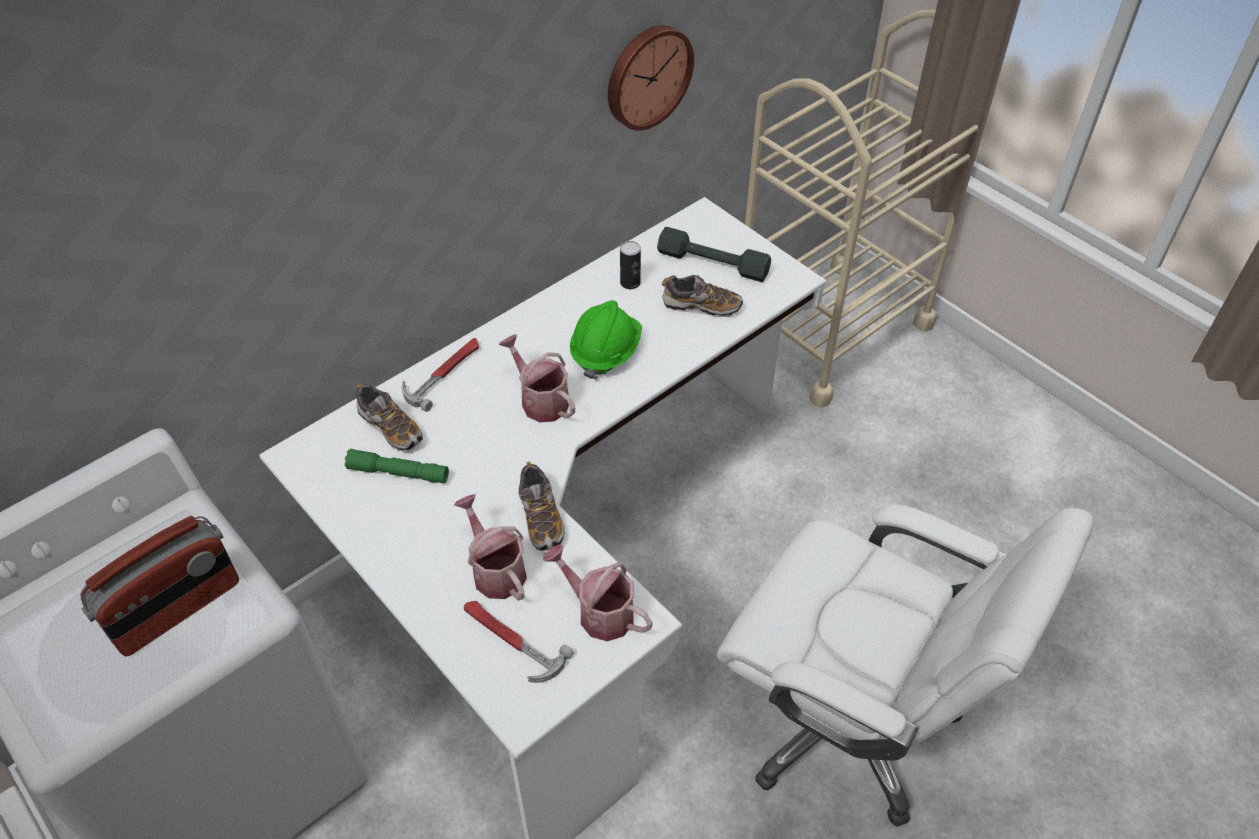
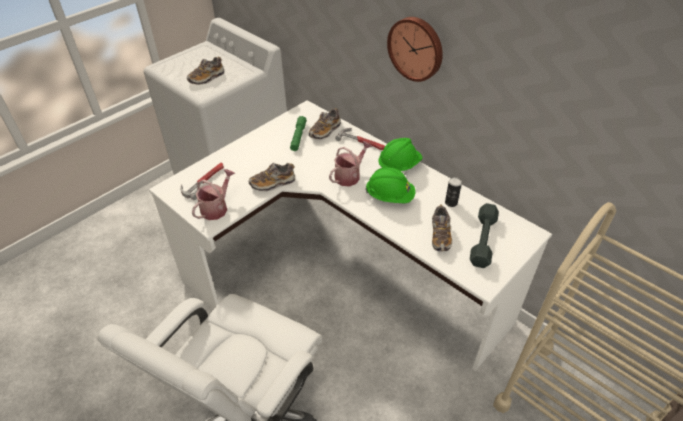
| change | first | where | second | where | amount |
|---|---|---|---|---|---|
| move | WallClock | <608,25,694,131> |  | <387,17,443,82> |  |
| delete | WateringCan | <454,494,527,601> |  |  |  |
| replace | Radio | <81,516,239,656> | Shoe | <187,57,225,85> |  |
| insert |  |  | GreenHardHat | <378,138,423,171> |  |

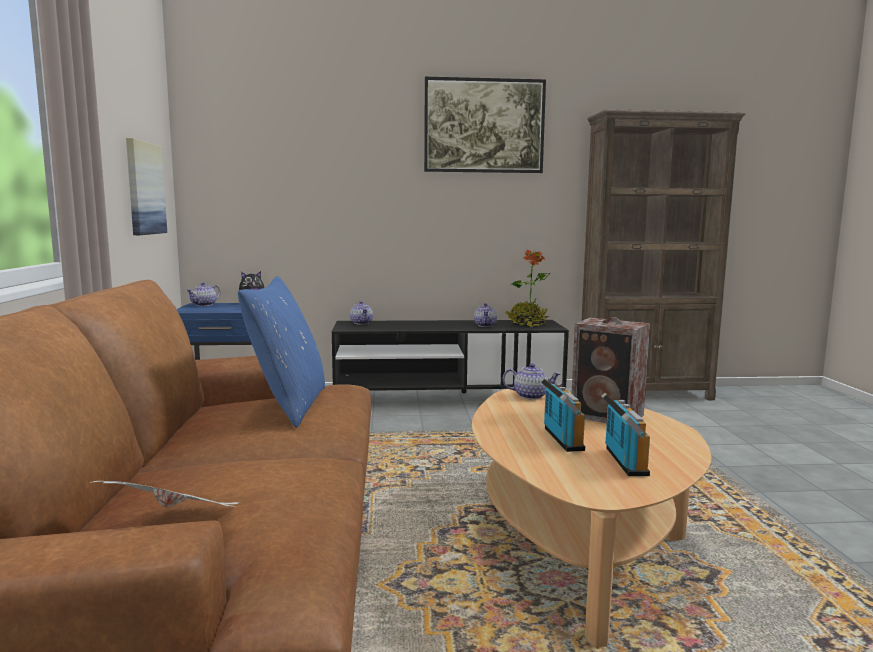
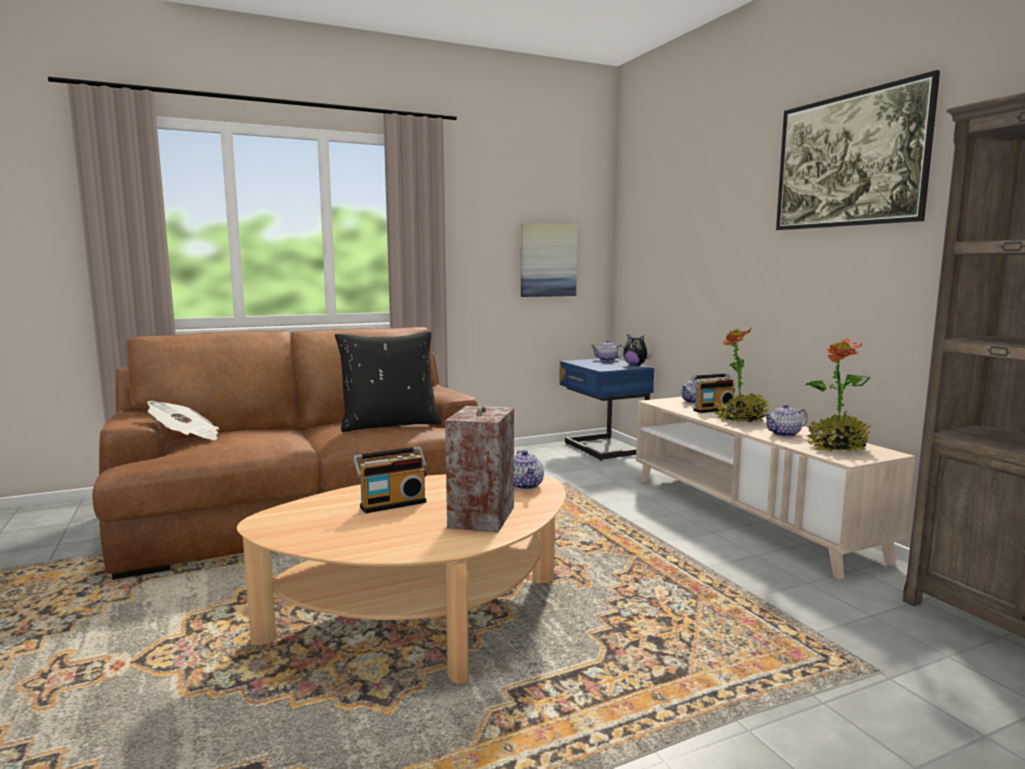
| change | first | where | second | where | amount |
|---|---|---|---|---|---|
| recolor | BluePillow | <238,276,325,428> | BlackPillow | <335,331,442,432> |  |
| recolor | BlackTvStand | <332,320,569,393> | BeigeTvStand | <636,397,915,580> |  |
| move | Radio | <602,393,650,476> |  | <691,373,735,413> |  |
| insert |  |  | PottedPlant | <713,327,770,423> |  |

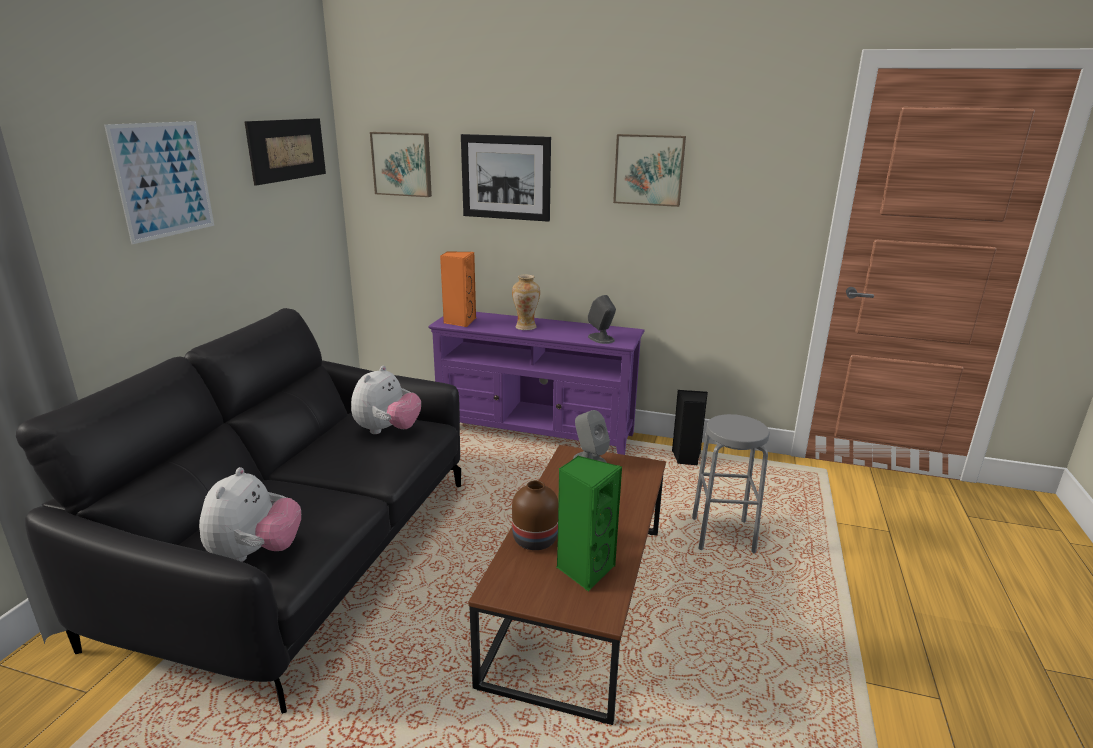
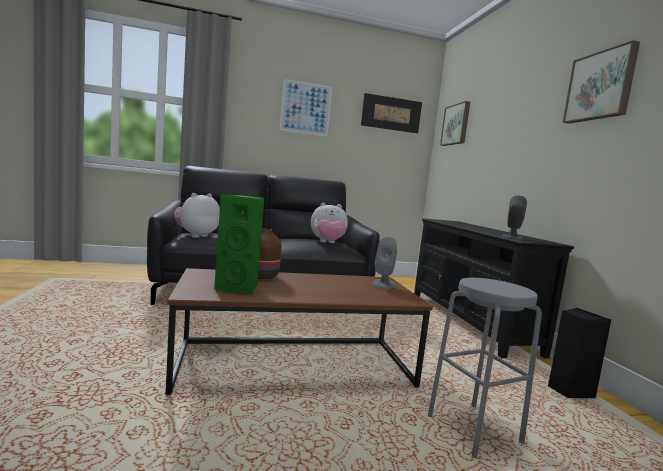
| change | first | where | second | where | amount |
|---|---|---|---|---|---|
| delete | Picture | <461,134,551,222> |  |  |  |
| delete | OrangeSpeaker | <440,251,476,327> |  |  |  |
| delete | Vase | <512,275,540,330> |  |  |  |
| recolor | PurpleTvStand | <428,312,645,455> | BlackTvStand | <414,218,574,358> |  |
| rotate | PlushToy | <199,467,301,562> |  | <173,193,220,238> | 150 degrees clockwise |

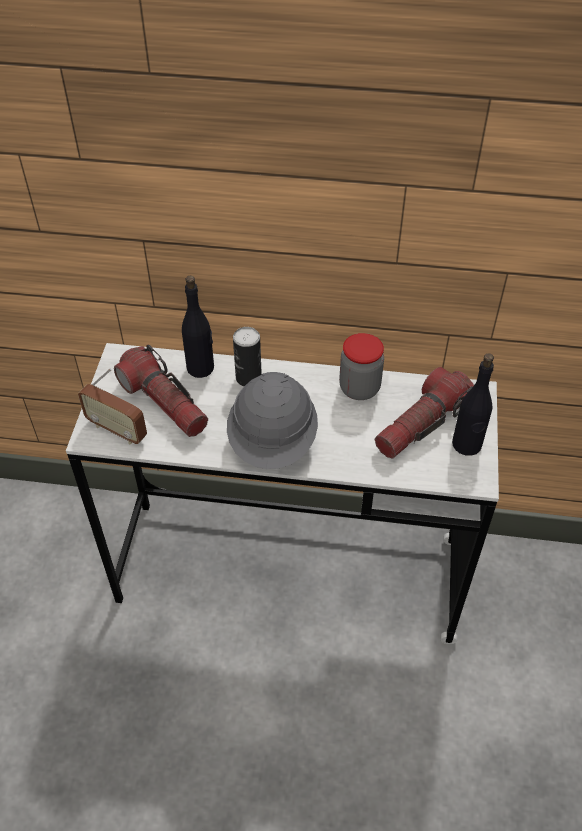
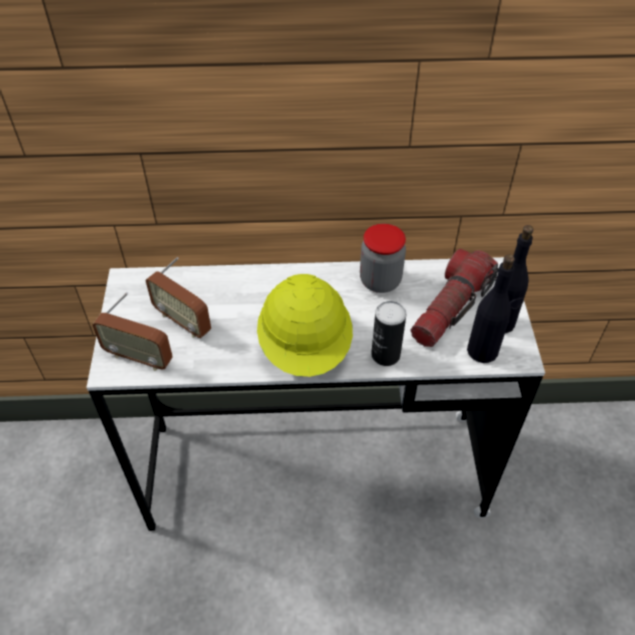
| change | first | where | second | where | amount |
|---|---|---|---|---|---|
| move | BlackBottle | <182,276,214,378> |  | <467,255,515,363> |  |
| move | Can | <233,327,262,386> |  | <371,301,406,366> |  |
| replace | Flashlight | <114,344,208,437> | Radio | <146,257,211,338> |  |
| recolor | GreyHardHat | <227,372,318,469> | YellowHardHat | <257,274,353,377> |  |

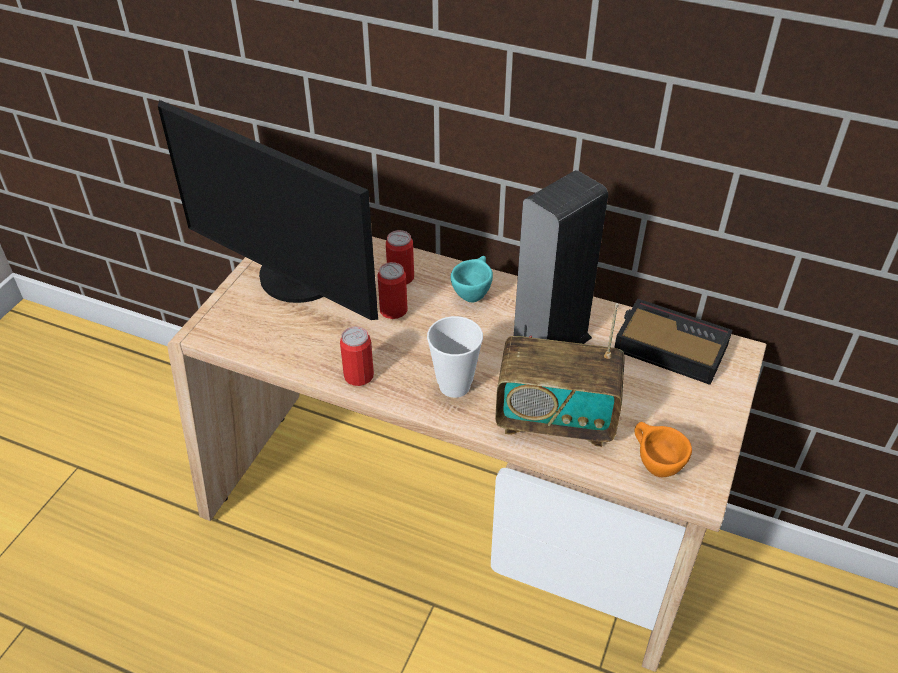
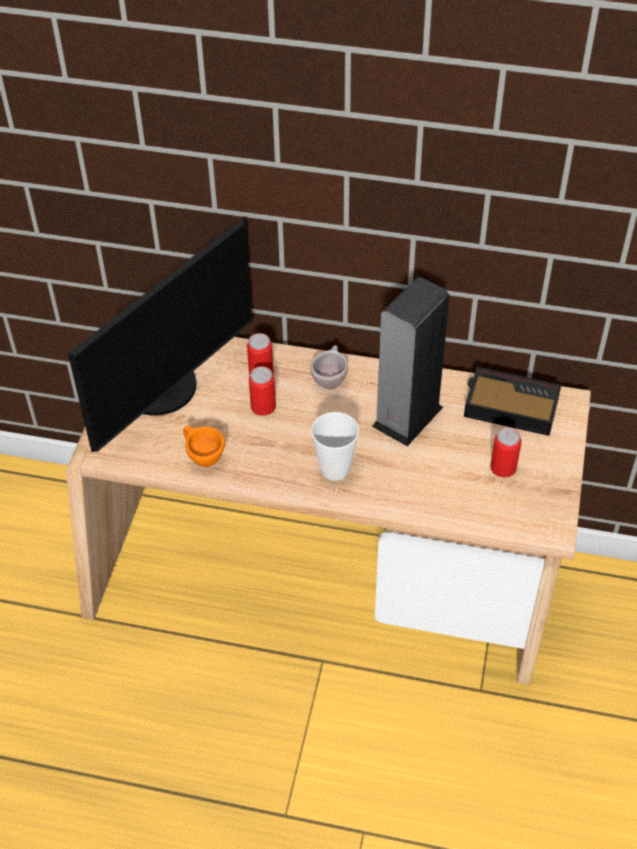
| change | first | where | second | where | amount |
|---|---|---|---|---|---|
| rotate | Monitor | <158,100,378,320> |  | <68,218,252,452> | 75 degrees counterclockwise |
| recolor | TurquoiseCup | <451,256,493,302> | BeigeCup | <310,345,348,389> |  |
| delete | Radio | <495,303,625,447> |  |  |  |
| move | Can | <340,326,374,386> |  | <490,427,522,477> |  |
| move | OrangeCup | <635,422,692,477> |  | <183,426,225,467> |  |

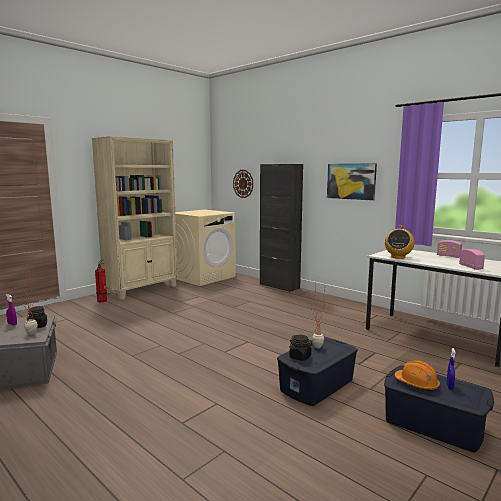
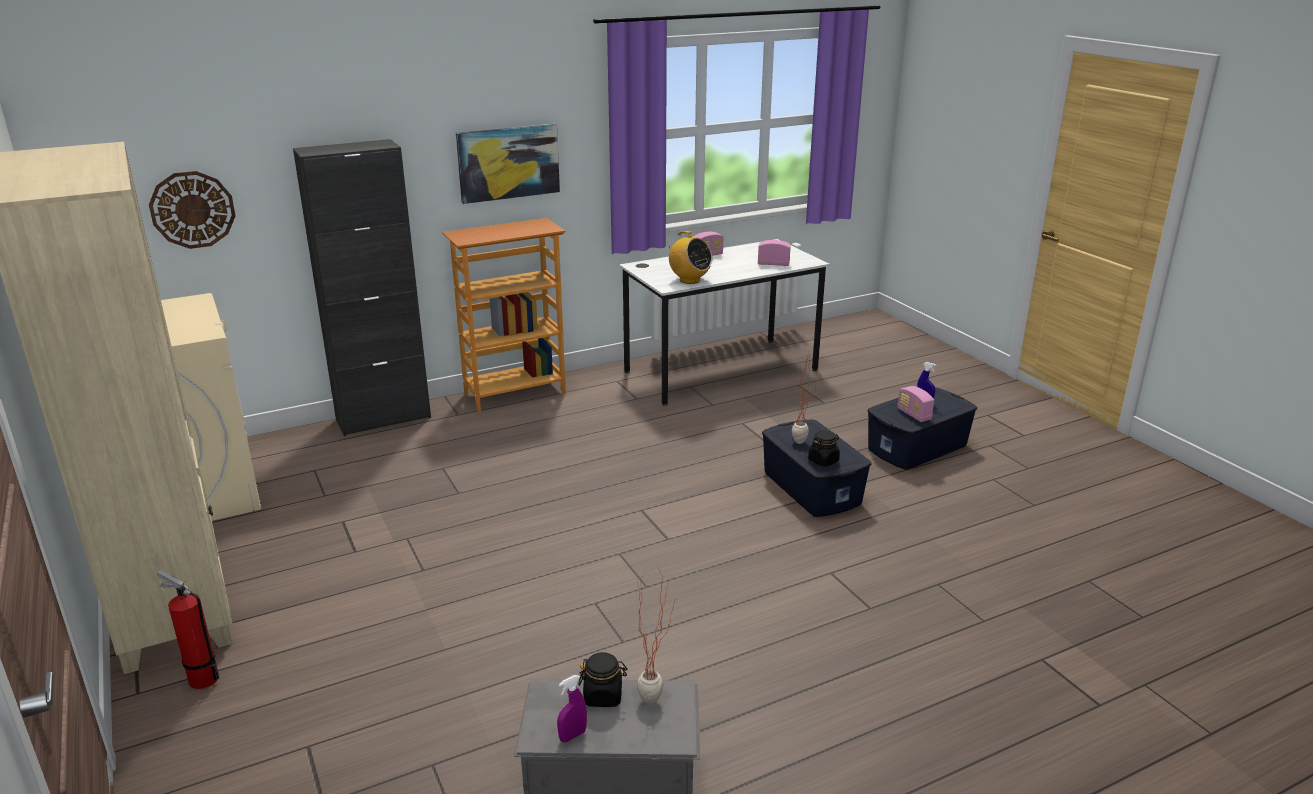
| change | first | where | second | where | amount |
|---|---|---|---|---|---|
| replace | OrangeHardHat | <395,360,440,391> | Radio | <898,386,934,422> |  |
| insert |  |  | Bookcase | <442,218,566,412> |  |

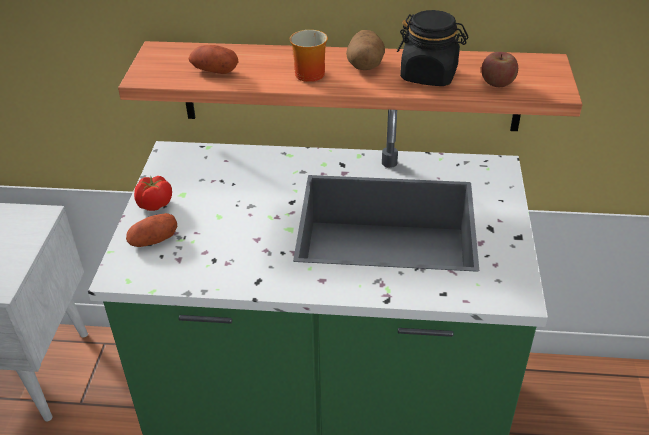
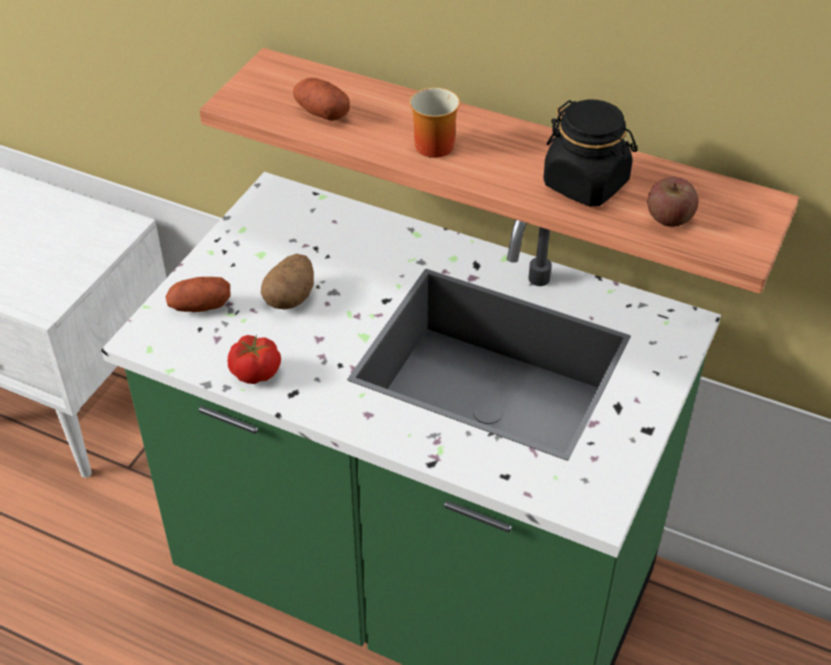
| change | first | where | second | where | amount |
|---|---|---|---|---|---|
| move | Potato | <346,30,385,70> |  | <261,254,314,309> |  |
| move | Tomato | <134,176,172,211> |  | <228,335,281,384> |  |

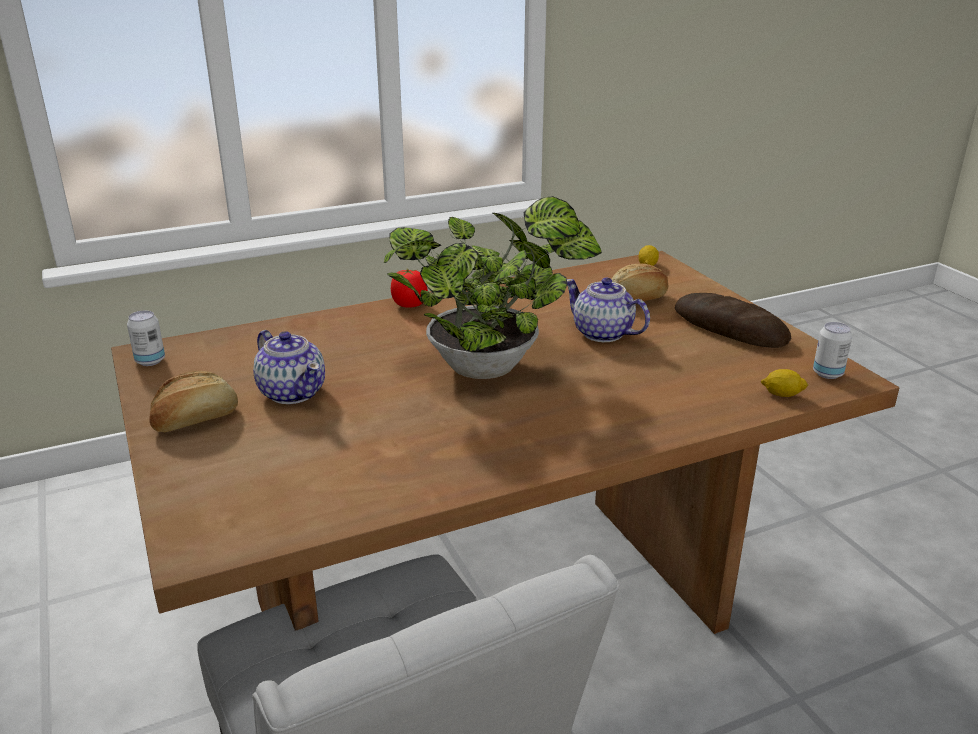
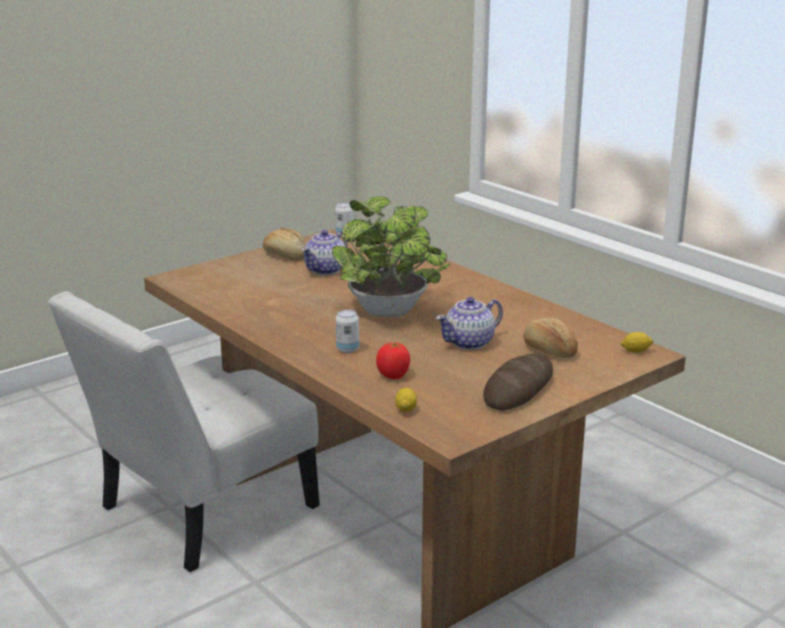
| change | first | where | second | where | amount |
|---|---|---|---|---|---|
| move | Tomato | <391,268,428,308> |  | <376,342,410,379> |  |
| rotate | Teapot | <567,278,650,342> |  | <436,297,503,350> | 150 degrees counterclockwise |
| move | Can | <813,322,852,379> |  | <336,309,359,353> |  |

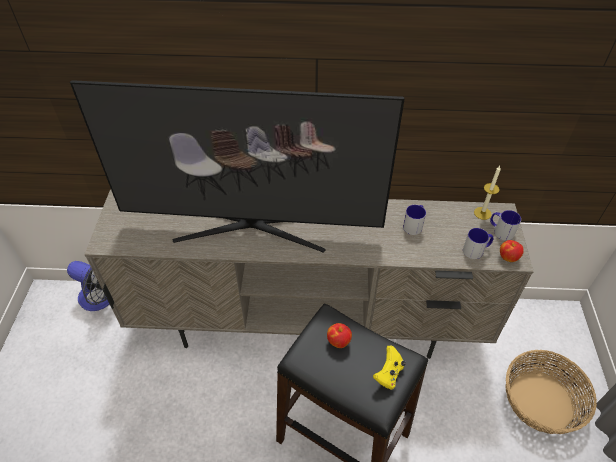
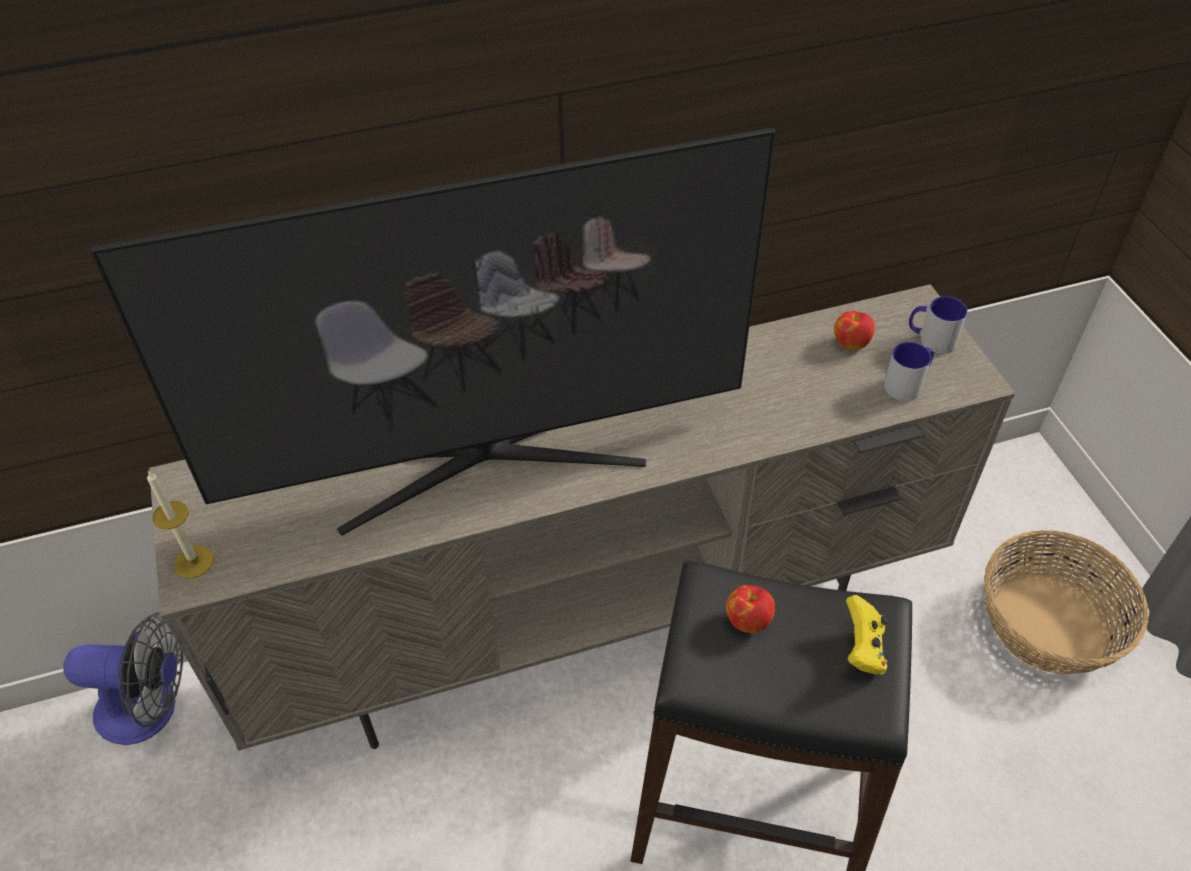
| change | first | where | second | where | amount |
|---|---|---|---|---|---|
| move | Candle | <474,166,501,220> |  | <147,470,214,578> |  |
| delete | Mug | <403,205,426,235> |  |  |  |
| move | Apple | <500,240,524,262> |  | <834,311,875,350> |  |

